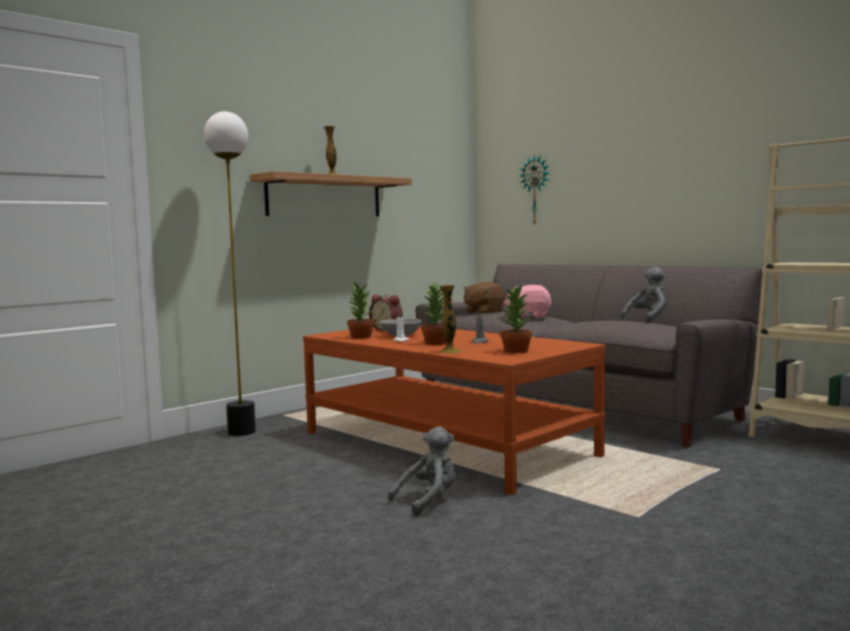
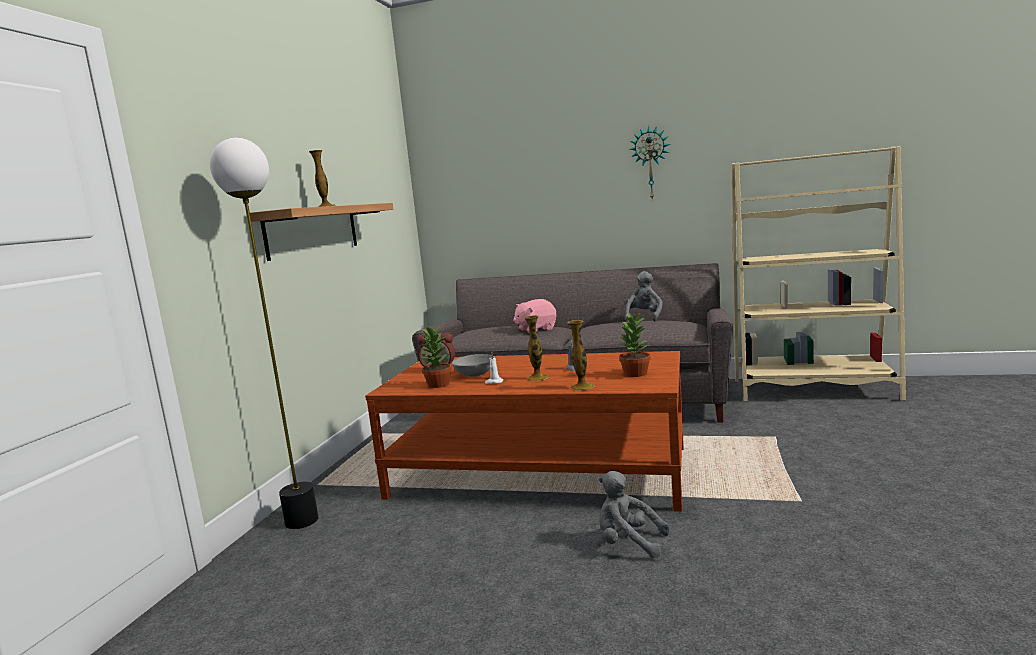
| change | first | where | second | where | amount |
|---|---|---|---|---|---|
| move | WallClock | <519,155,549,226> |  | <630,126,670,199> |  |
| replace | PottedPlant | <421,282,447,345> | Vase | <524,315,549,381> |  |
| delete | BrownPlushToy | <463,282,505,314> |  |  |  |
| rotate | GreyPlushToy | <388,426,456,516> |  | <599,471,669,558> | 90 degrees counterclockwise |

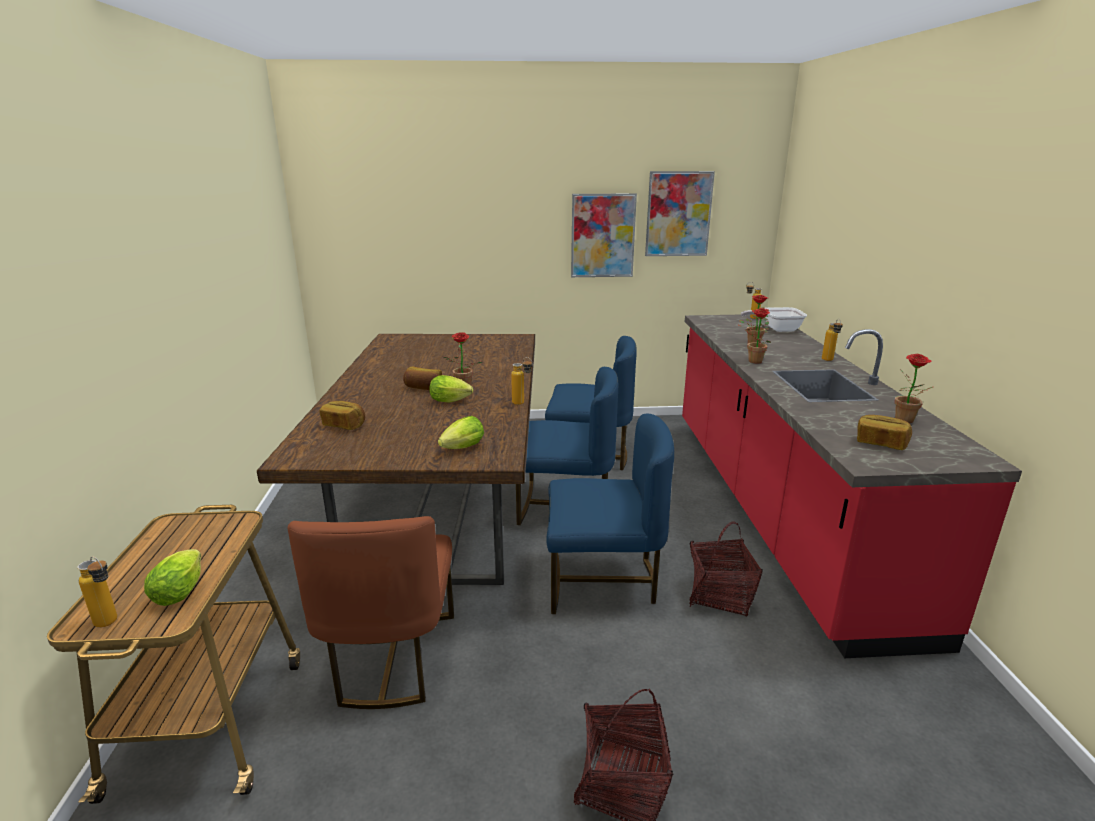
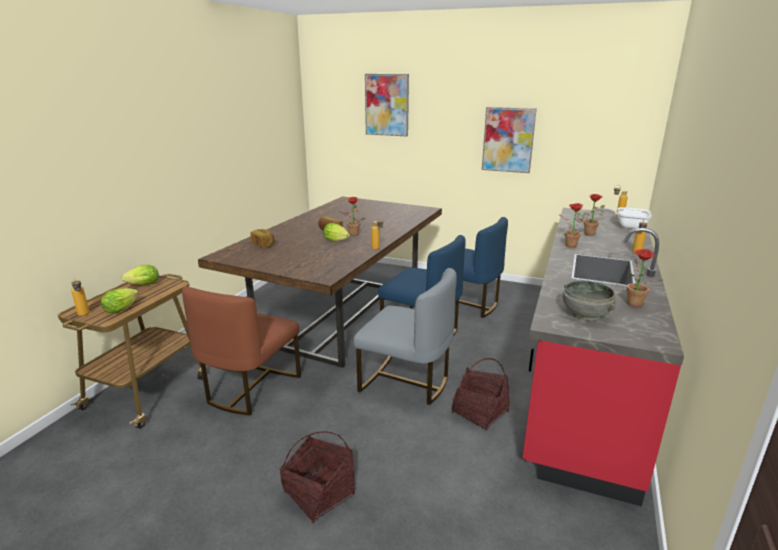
| change | first | where | second | where | amount |
|---|---|---|---|---|---|
| move | Picture | <645,171,715,256> |  | <365,74,409,136> |  |
| recolor | BlueChair | <546,414,674,614> | GreyChair | <354,268,457,405> |  |
| replace | Bread | <857,415,912,450> | GreyBowl | <563,281,616,321> |  |
| move | Lettuce | <438,416,484,449> |  | <122,265,159,285> |  |

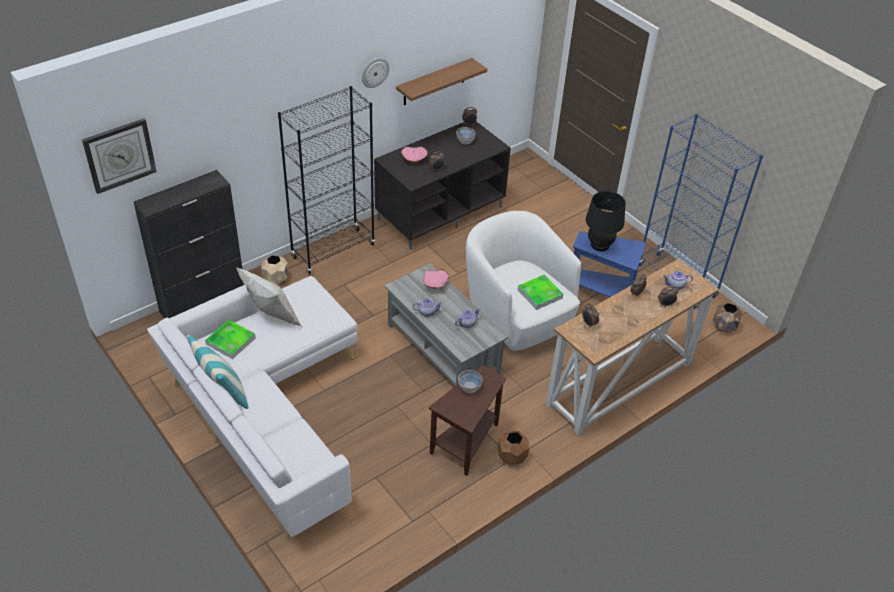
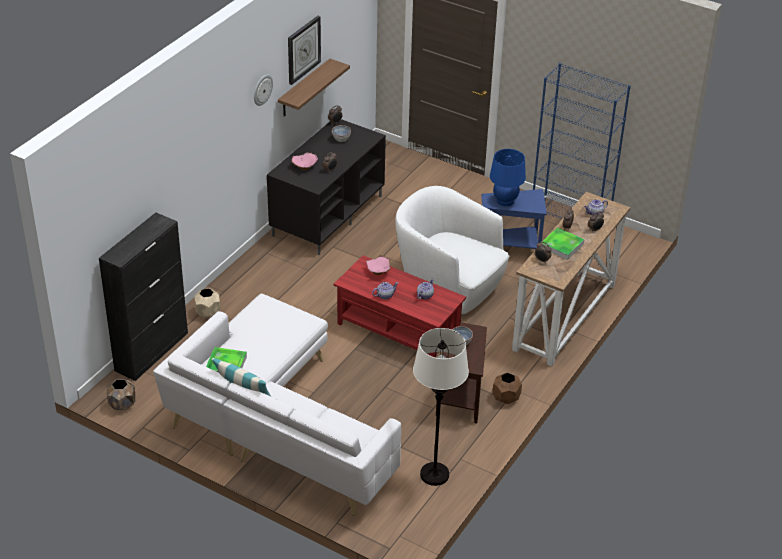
| change | first | where | second | where | amount |
|---|---|---|---|---|---|
| delete | BlackBookcase | <278,86,375,274> |  |  |  |
| move | WallClock | <82,119,157,194> |  | <288,16,321,85> |  |
| recolor | BlackTableLamp | <586,191,626,251> | BlueTableLamp | <490,149,526,206> |  |
| recolor | GreyCoffeeTable | <385,264,509,386> | RedCoffeeTable | <334,255,466,357> |  |
| delete | WhitePillow | <236,267,302,327> |  |  |  |
| move | Tray | <518,275,563,310> |  | <542,227,585,260> |  |
| move | BrownPlanter | <713,303,742,333> |  | <107,380,135,410> |  |
| insert |  |  | WhiteFloorLamp | <413,328,469,486> |  |

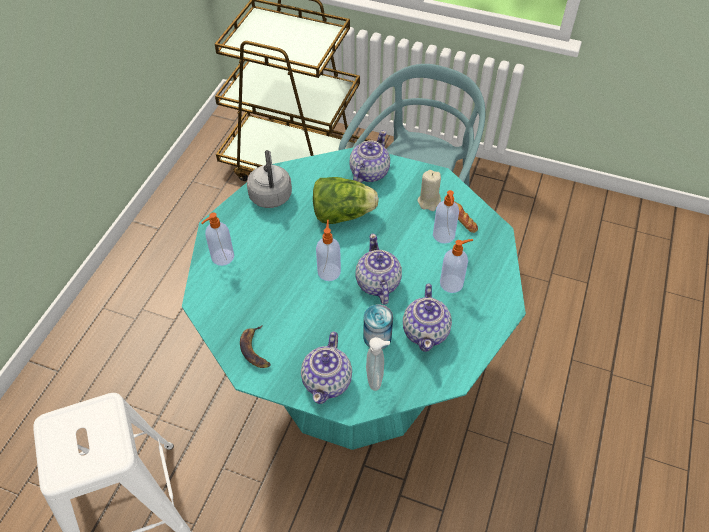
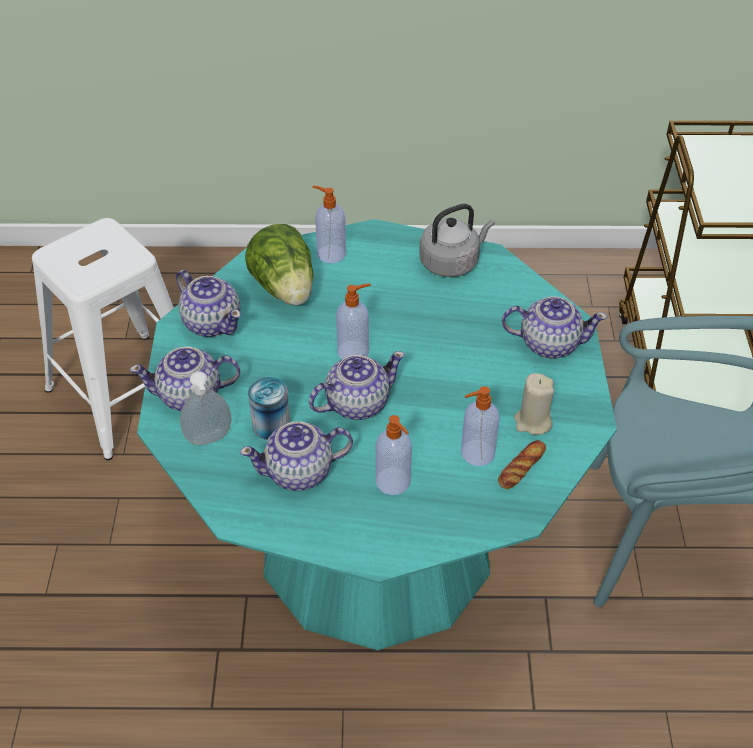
| change | first | where | second | where | amount |
|---|---|---|---|---|---|
| move | Lettuce | <313,177,379,224> |  | <245,224,314,305> |  |
| replace | Banana | <240,326,271,368> | Teapot | <176,270,241,337> |  |

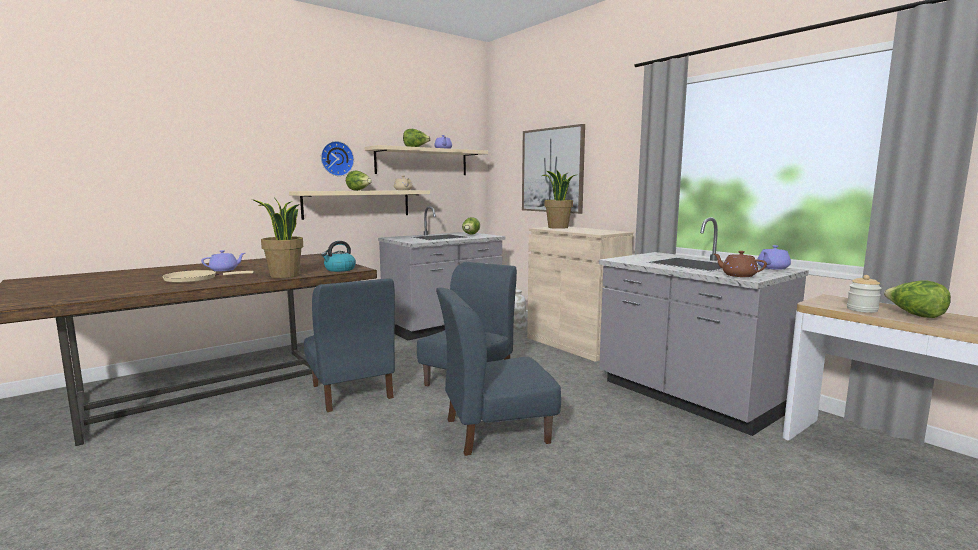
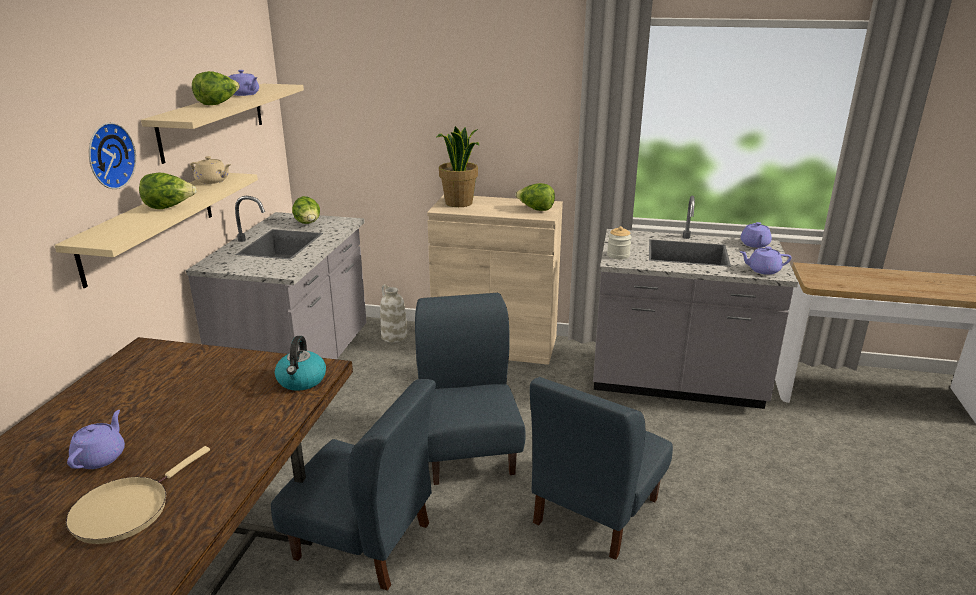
| change | first | where | second | where | amount |
|---|---|---|---|---|---|
| delete | Picture | <522,124,585,214> |  |  |  |
| delete | PottedPlant | <252,198,303,278> |  |  |  |
| recolor | BrownTeapot | <714,251,767,277> | PurpleTeapot | <739,246,792,275> |  |
| move | Jar | <847,275,882,313> |  | <607,226,632,259> |  |
| move | Lettuce | <884,281,951,318> |  | <515,183,555,211> |  |

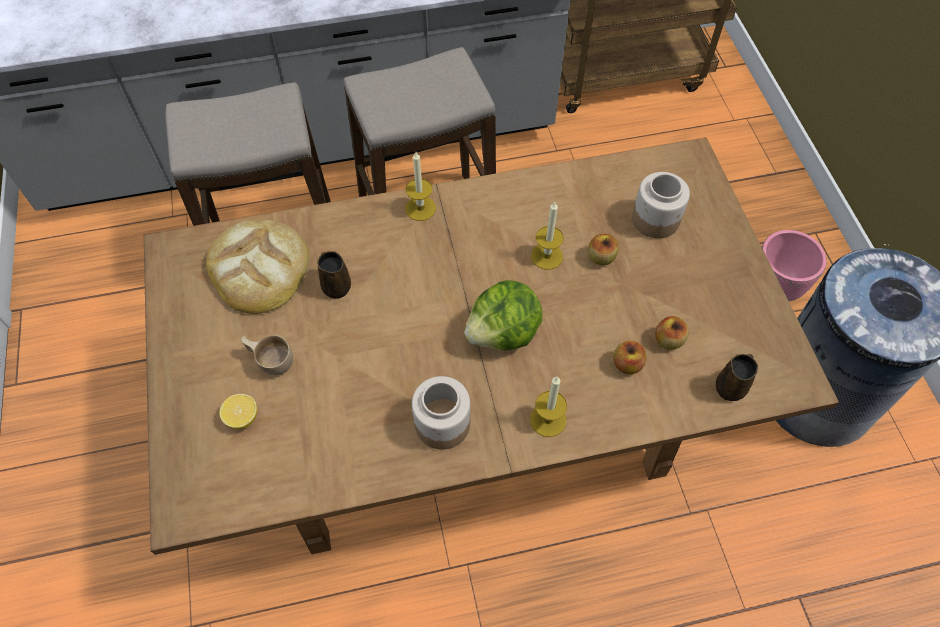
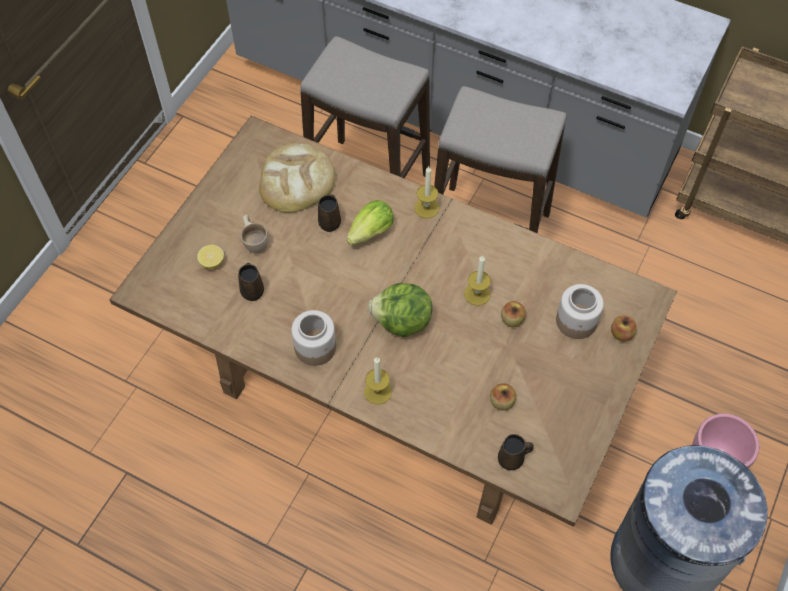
| change | first | where | second | where | amount |
|---|---|---|---|---|---|
| move | Apple | <613,340,646,374> |  | <611,315,637,342> |  |
| insert |  |  | Lettuce | <347,200,394,245> |  |
| insert |  |  | BrownMug | <238,263,264,301> |  |

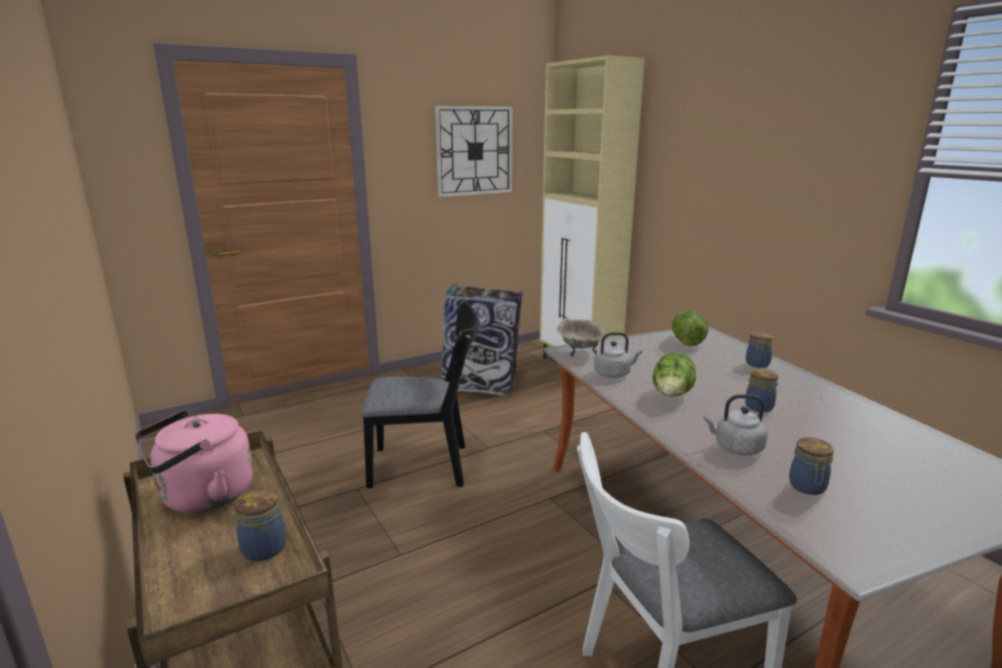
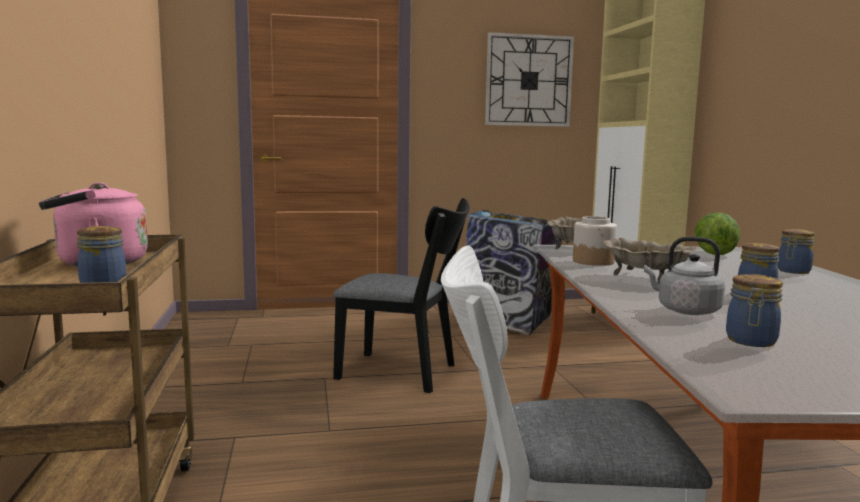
| change | first | where | second | where | amount |
|---|---|---|---|---|---|
| replace | GreyKettle | <594,332,642,378> | Jar | <573,216,617,266> |  |
| replace | Lettuce | <652,352,696,396> | BeigeBowl | <602,238,699,284> |  |

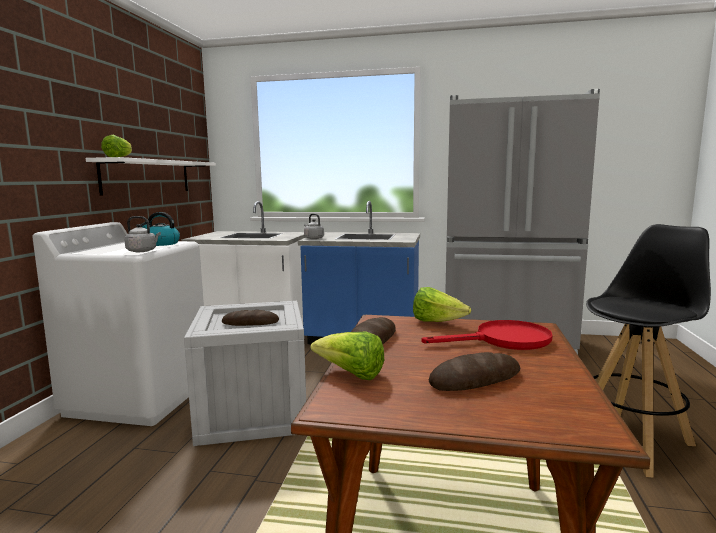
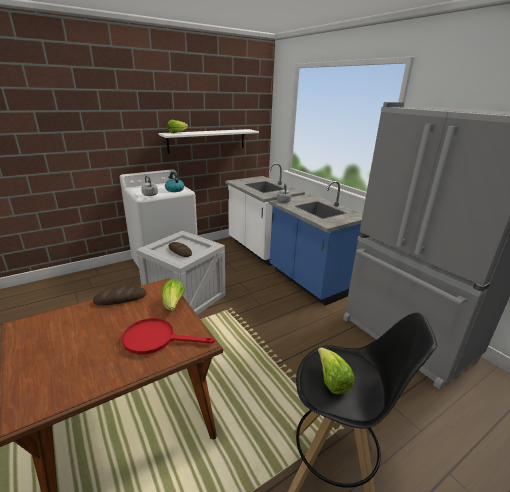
| change | first | where | second | where | amount |
|---|---|---|---|---|---|
| rotate | RedFryingPan | <421,320,553,350> |  | <122,318,215,355> | 150 degrees clockwise |
| move | Lettuce | <311,332,384,380> |  | <318,347,354,394> |  |
| delete | Bread | <429,352,520,391> |  |  |  |

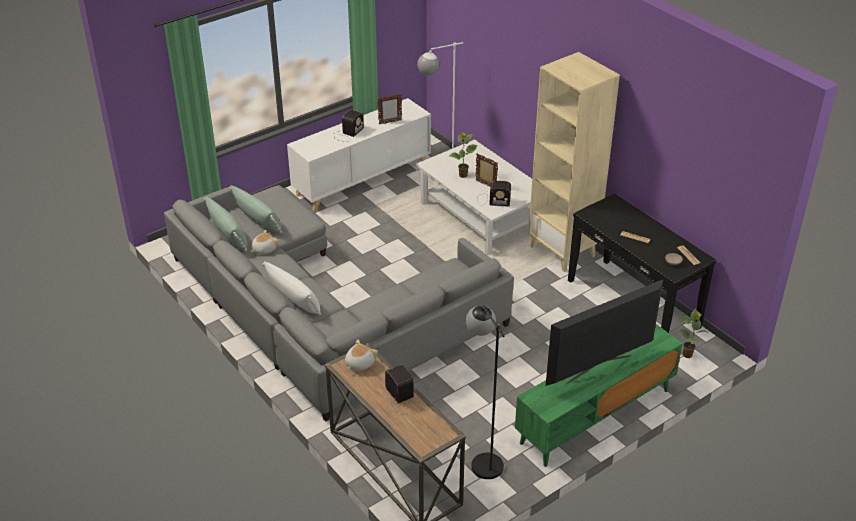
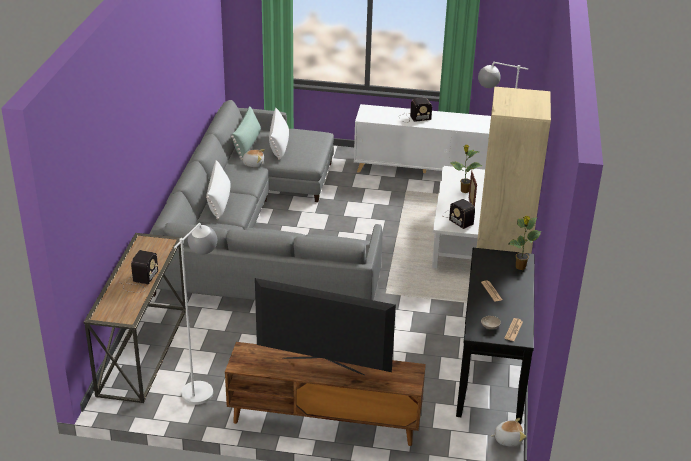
| change | first | where | second | where | amount |
|---|---|---|---|---|---|
| delete | PictureFrame | <377,93,402,124> |  |  |  |
| recolor | GreenPillow | <229,185,282,233> | WhitePillow | <269,108,289,160> |  |
| recolor | BlackFloorLamp | <466,305,505,479> | WhiteFloorLamp | <174,223,217,405> |  |
| move | PottedPlant | <679,309,708,358> |  | <508,216,541,270> |  |
| recolor | GreenTvStand | <515,324,683,467> | BrownTvStand | <225,342,426,446> |  |
| move | PlushToy | <345,339,378,371> |  | <491,418,526,447> |  |

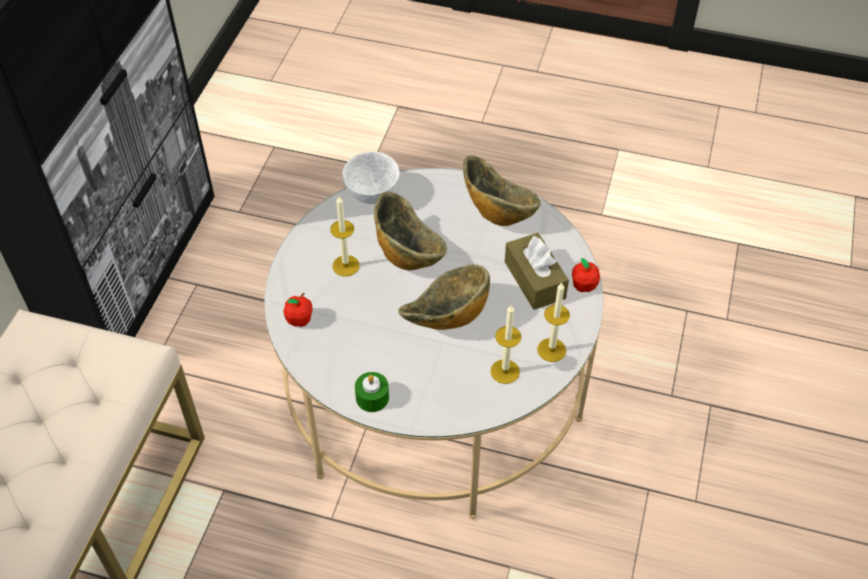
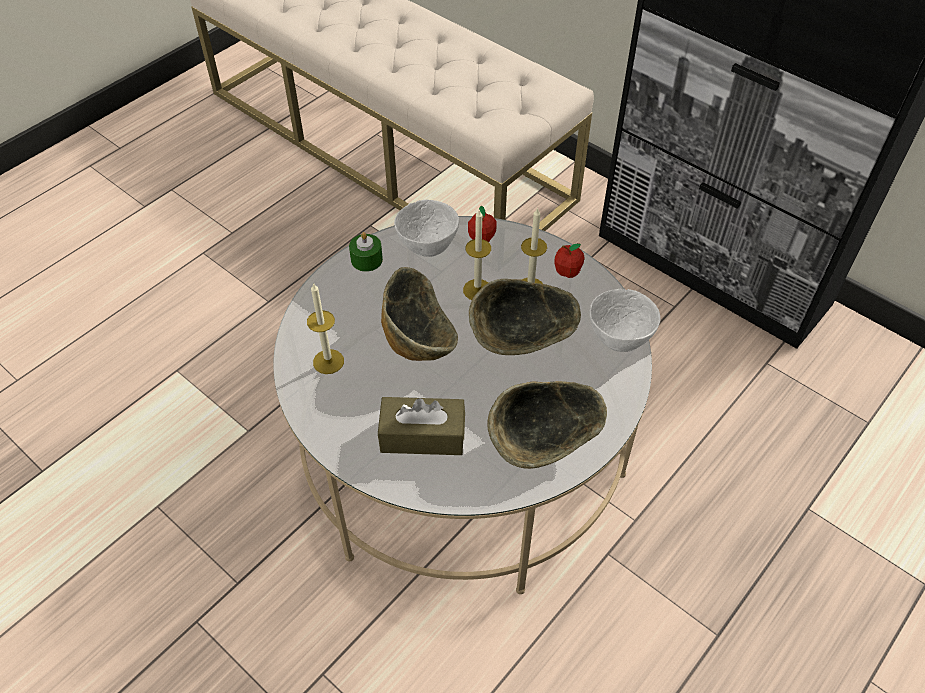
| change | first | where | second | where | amount |
|---|---|---|---|---|---|
| move | Apple | <572,258,600,292> |  | <554,243,585,278> |  |
| move | Candle | <537,282,570,362> |  | <463,210,491,300> |  |
| insert |  |  | WhiteBowl | <394,200,459,257> |  |

